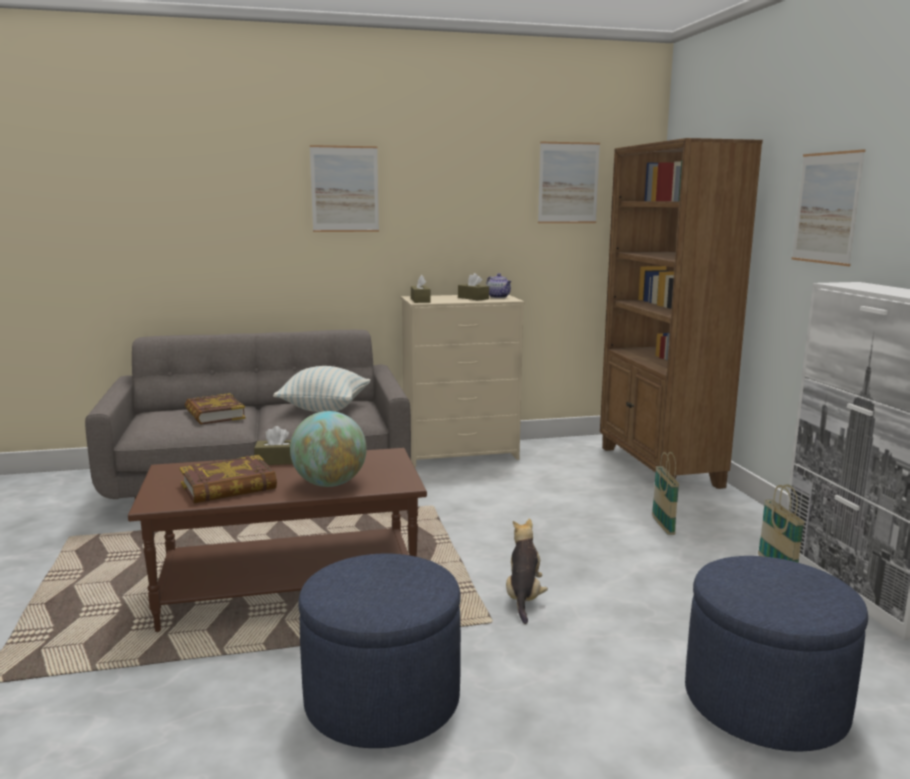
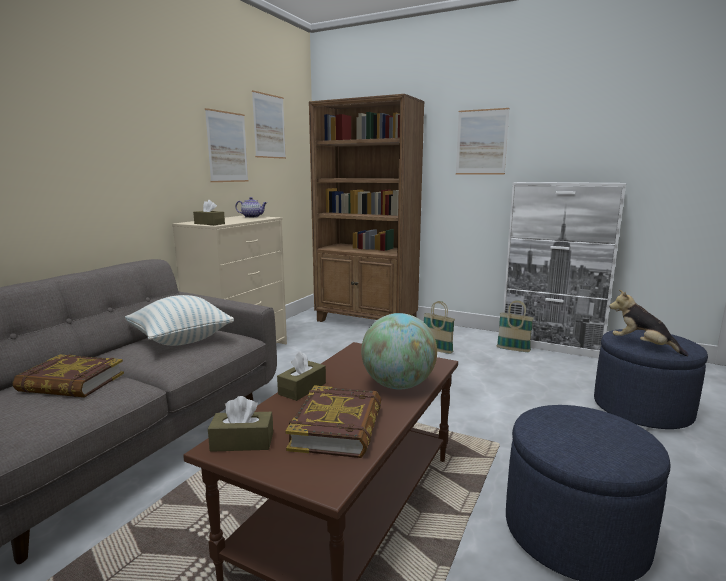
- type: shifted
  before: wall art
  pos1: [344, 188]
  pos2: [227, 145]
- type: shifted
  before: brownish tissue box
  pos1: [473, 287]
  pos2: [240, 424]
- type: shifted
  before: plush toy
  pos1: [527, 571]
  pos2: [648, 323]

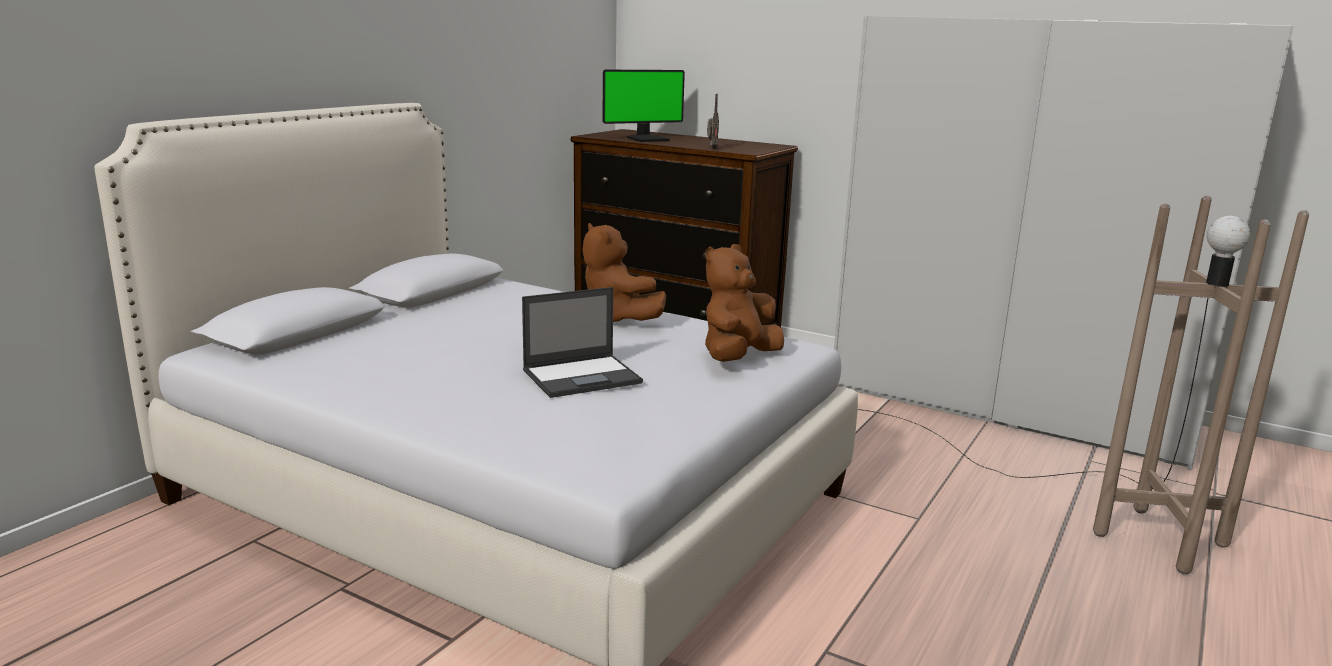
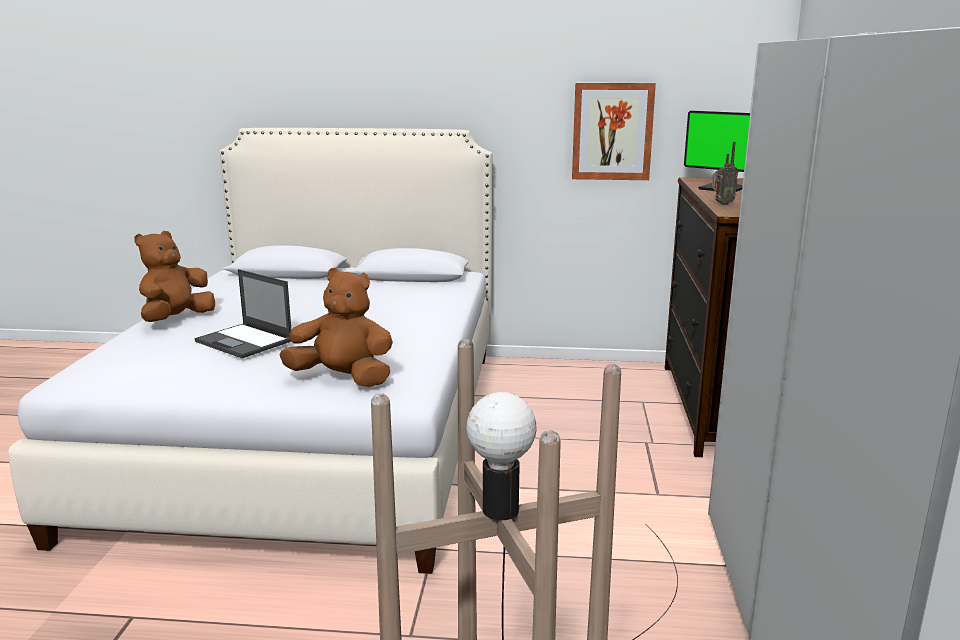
- type: shifted
  before: brownish plush toy
  pos1: [624, 272]
  pos2: [174, 276]
- type: new
  after: wall art
  pos2: [614, 131]

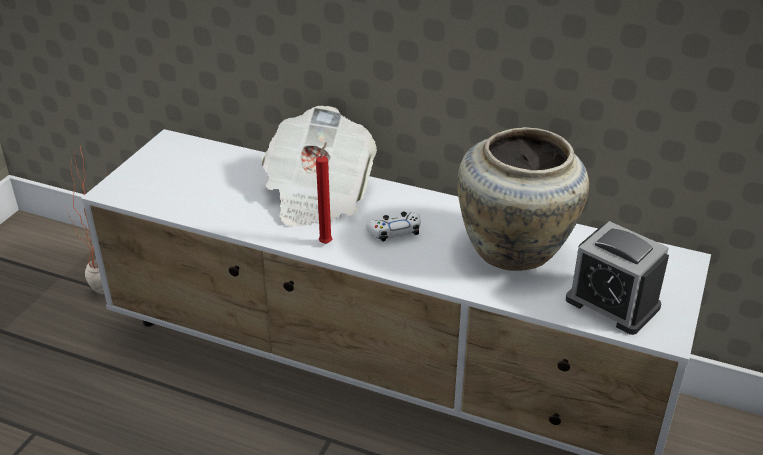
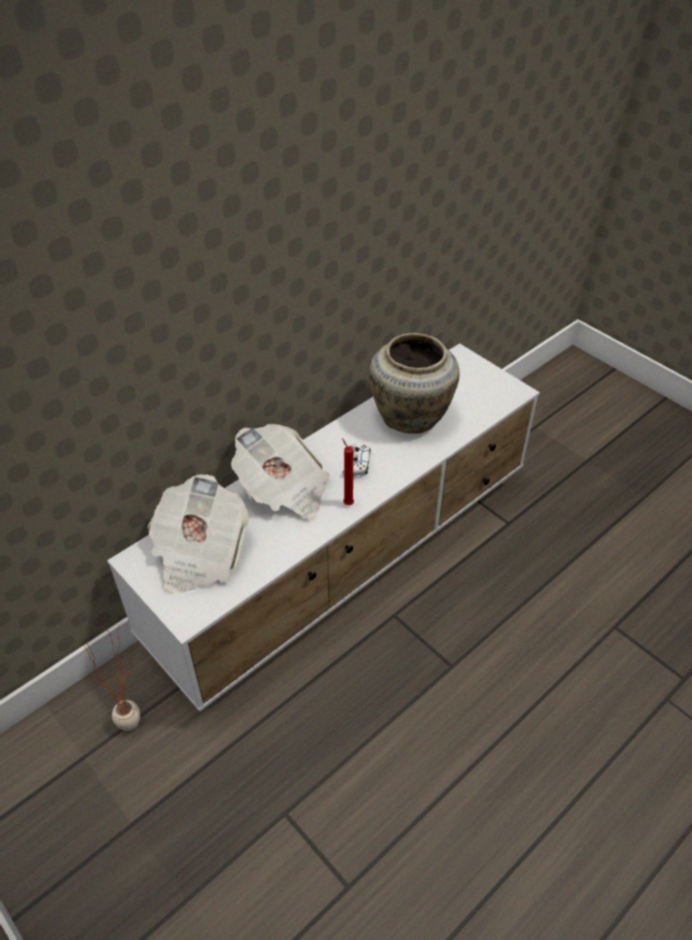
- type: new
  after: newspaper
  pos2: [198, 534]
- type: gone
  before: bedside clock
  pos1: [617, 278]

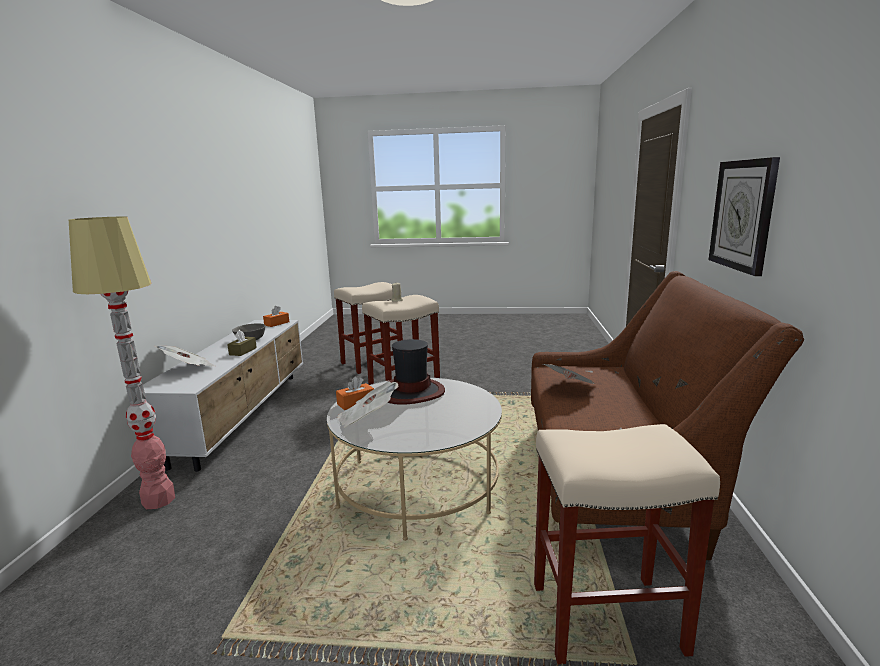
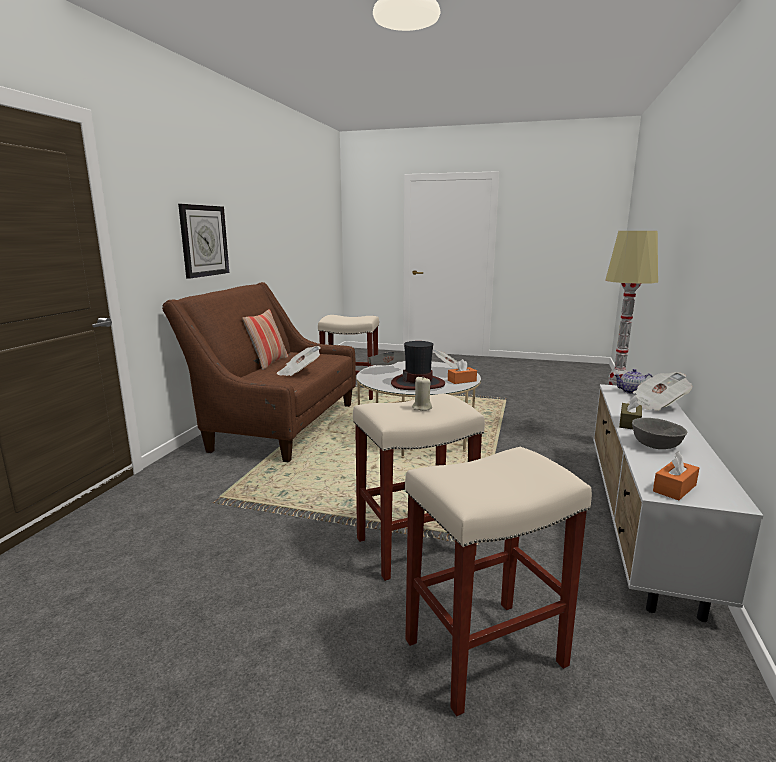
- type: new
  after: throw pillow
  pos2: [265, 339]
- type: new
  after: newspaper
  pos2: [386, 358]
- type: new
  after: pot for tea
  pos2: [633, 381]

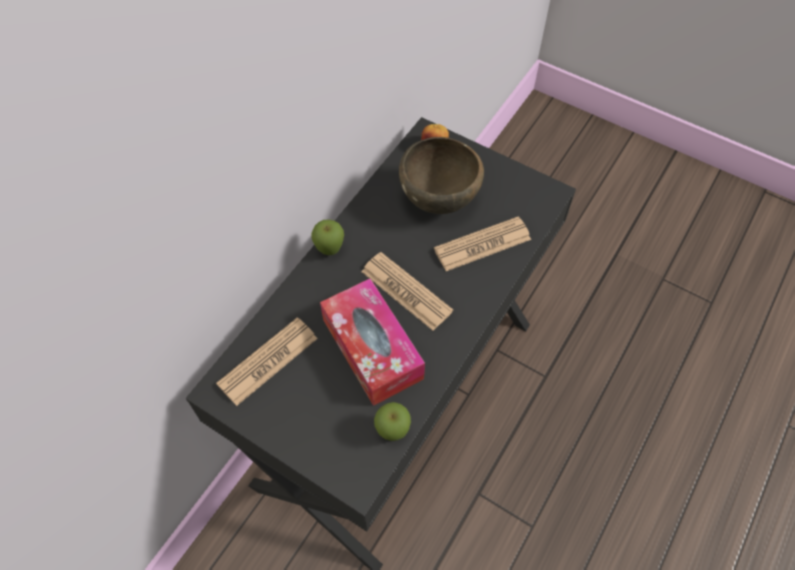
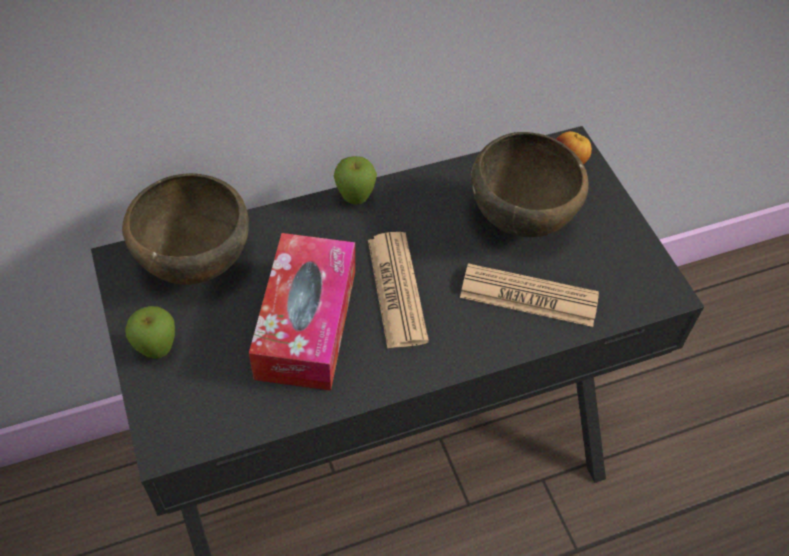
- type: swapped
  before: newspaper
  after: brownish bowl
  pos1: [267, 361]
  pos2: [185, 229]
- type: shifted
  before: whole apple
  pos1: [392, 421]
  pos2: [150, 332]

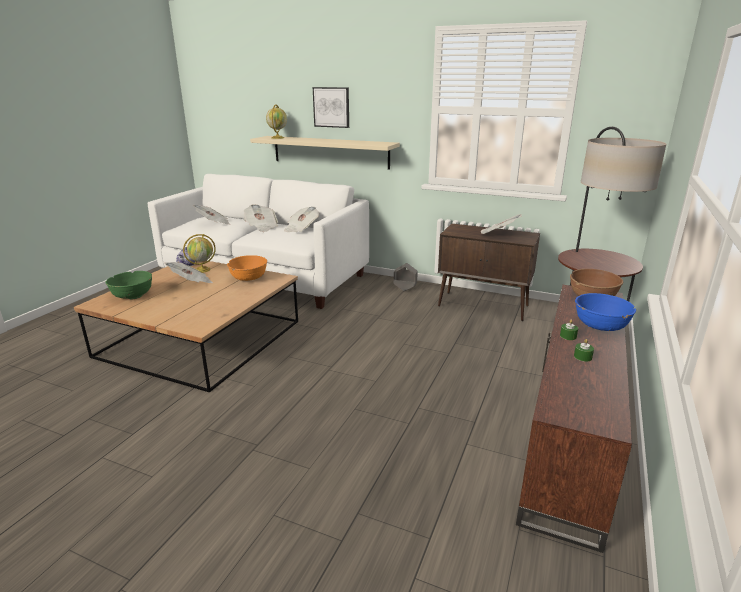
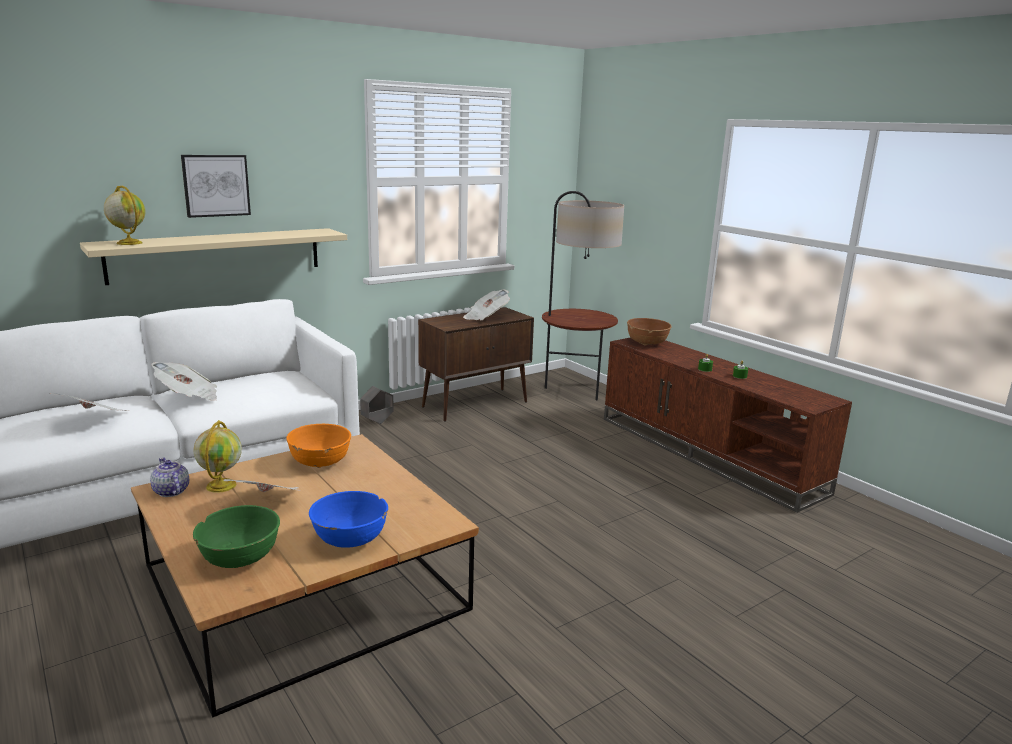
- type: shifted
  before: blue-coloured bowl
  pos1: [605, 312]
  pos2: [348, 519]
- type: gone
  before: newspaper
  pos1: [301, 219]

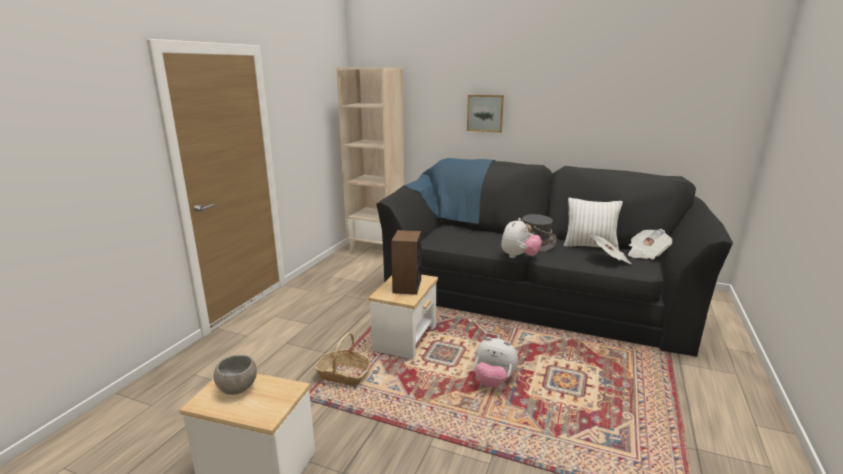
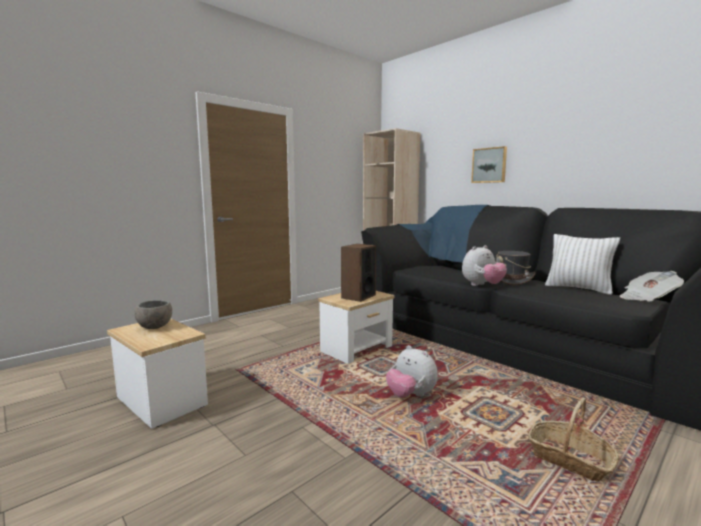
- type: shifted
  before: household basket
  pos1: [343, 359]
  pos2: [573, 439]
- type: gone
  before: newspaper
  pos1: [611, 249]

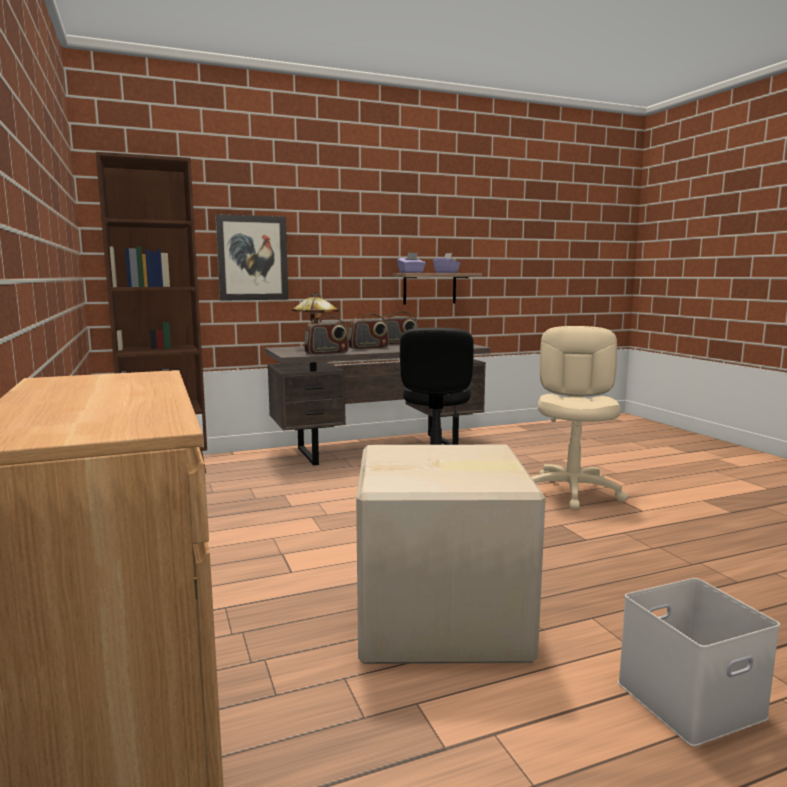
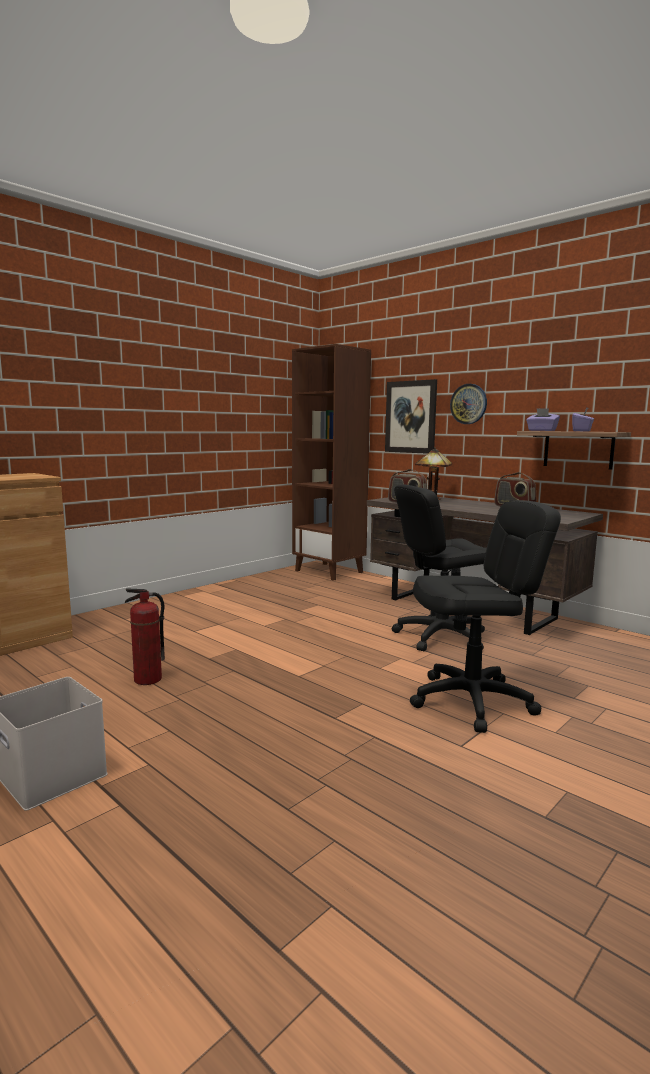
- type: swapped
  before: carton
  after: extinguisher
  pos1: [451, 554]
  pos2: [145, 636]
- type: repainted
  before: beige office chair
  after: black-coloured office chair
  pos1: [579, 418]
  pos2: [485, 616]
- type: new
  after: hanging clock
  pos2: [468, 404]
- type: gone
  before: radio set
  pos1: [368, 331]

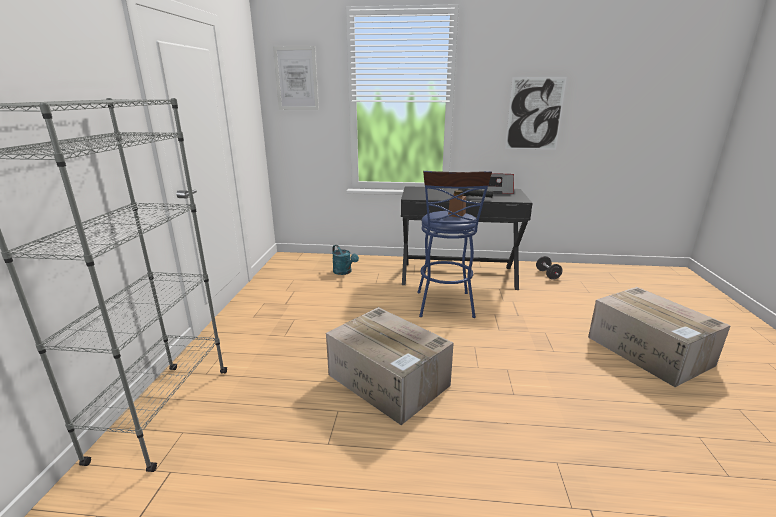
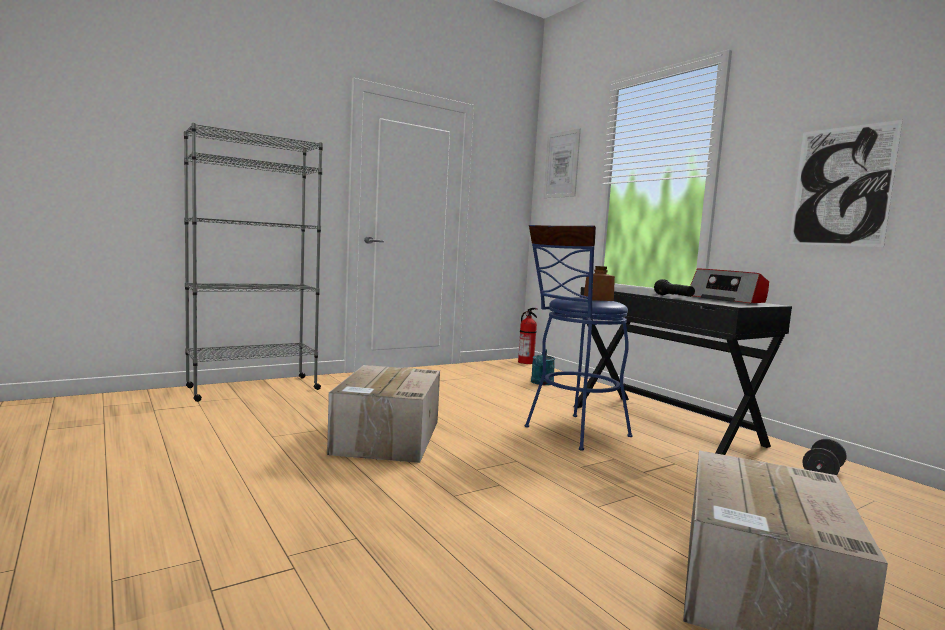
- type: new
  after: extinguisher
  pos2: [528, 336]

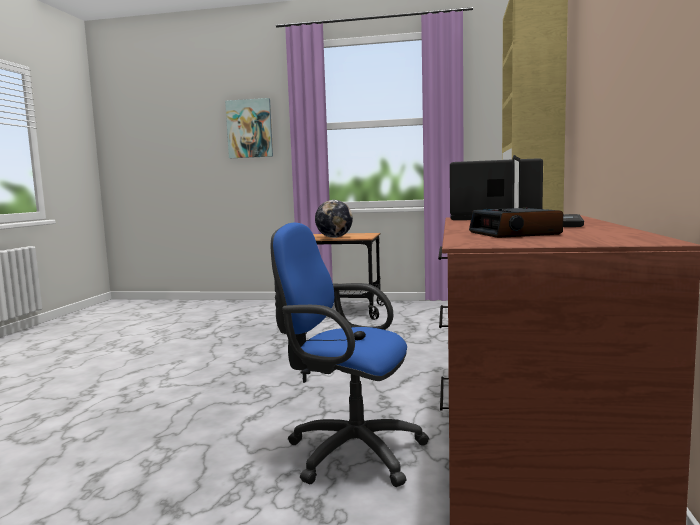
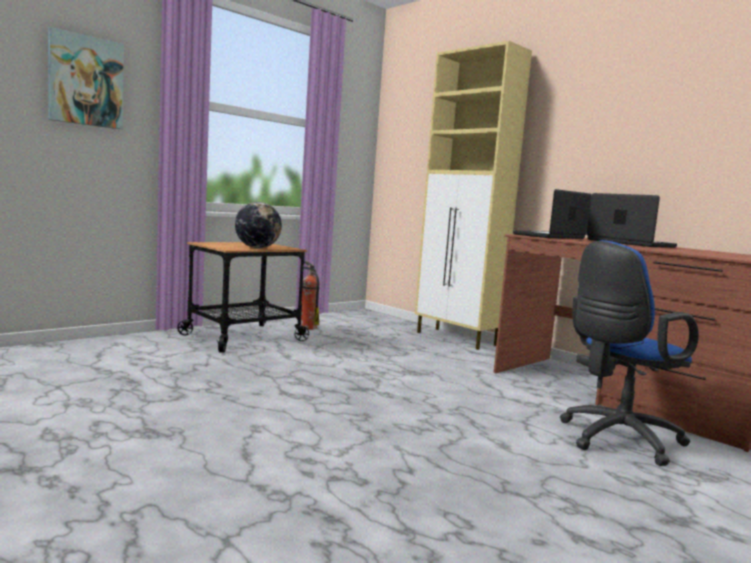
- type: new
  after: extinguisher
  pos2: [310, 295]
- type: gone
  before: bedside clock
  pos1: [516, 222]

